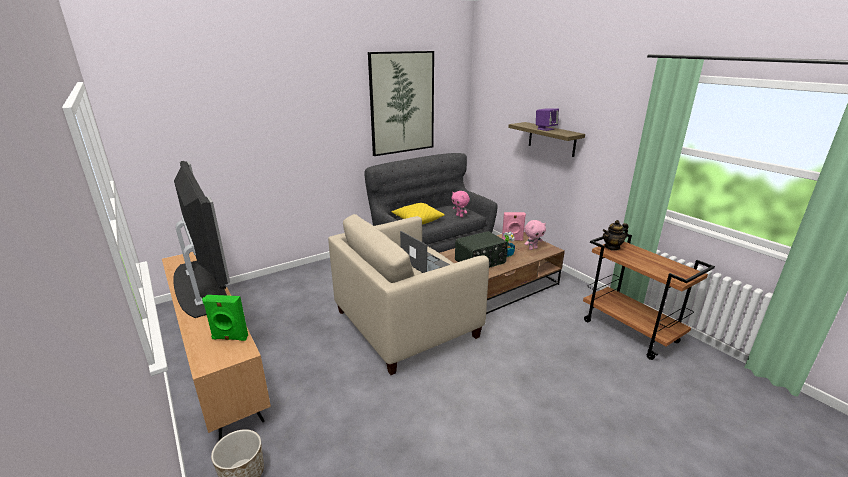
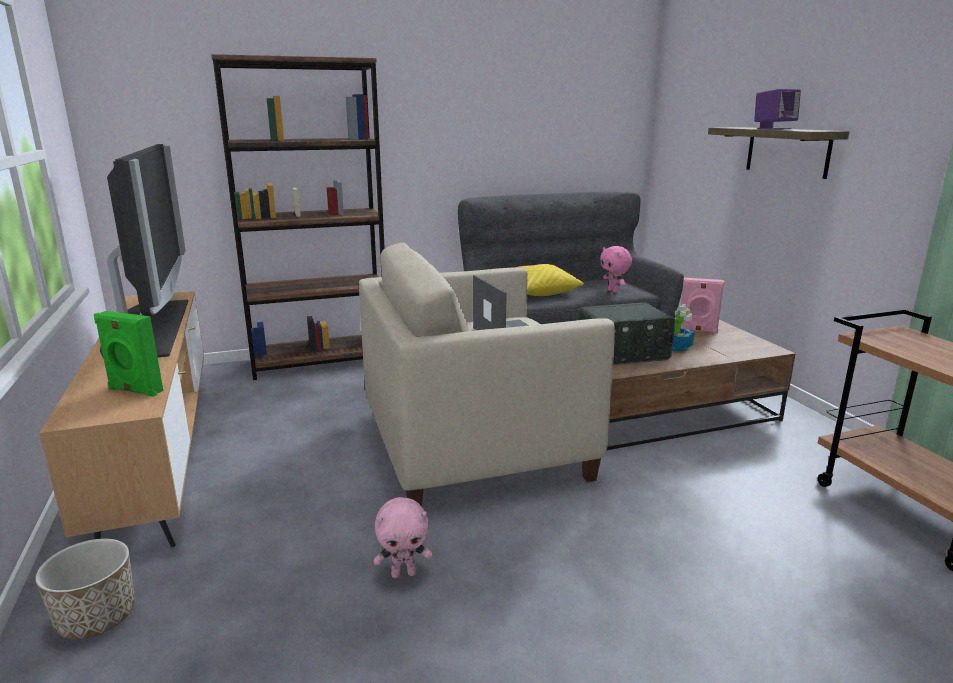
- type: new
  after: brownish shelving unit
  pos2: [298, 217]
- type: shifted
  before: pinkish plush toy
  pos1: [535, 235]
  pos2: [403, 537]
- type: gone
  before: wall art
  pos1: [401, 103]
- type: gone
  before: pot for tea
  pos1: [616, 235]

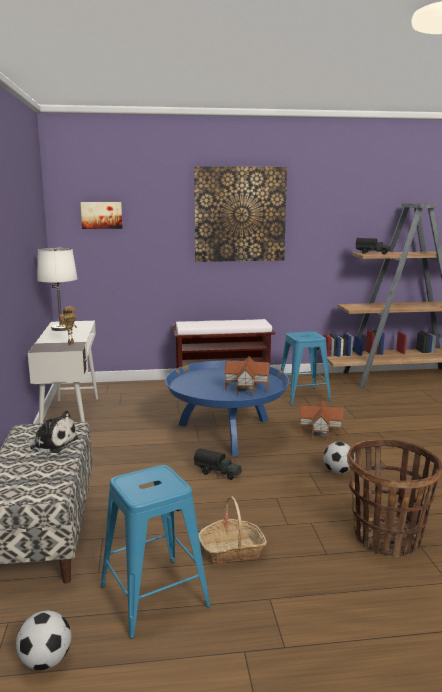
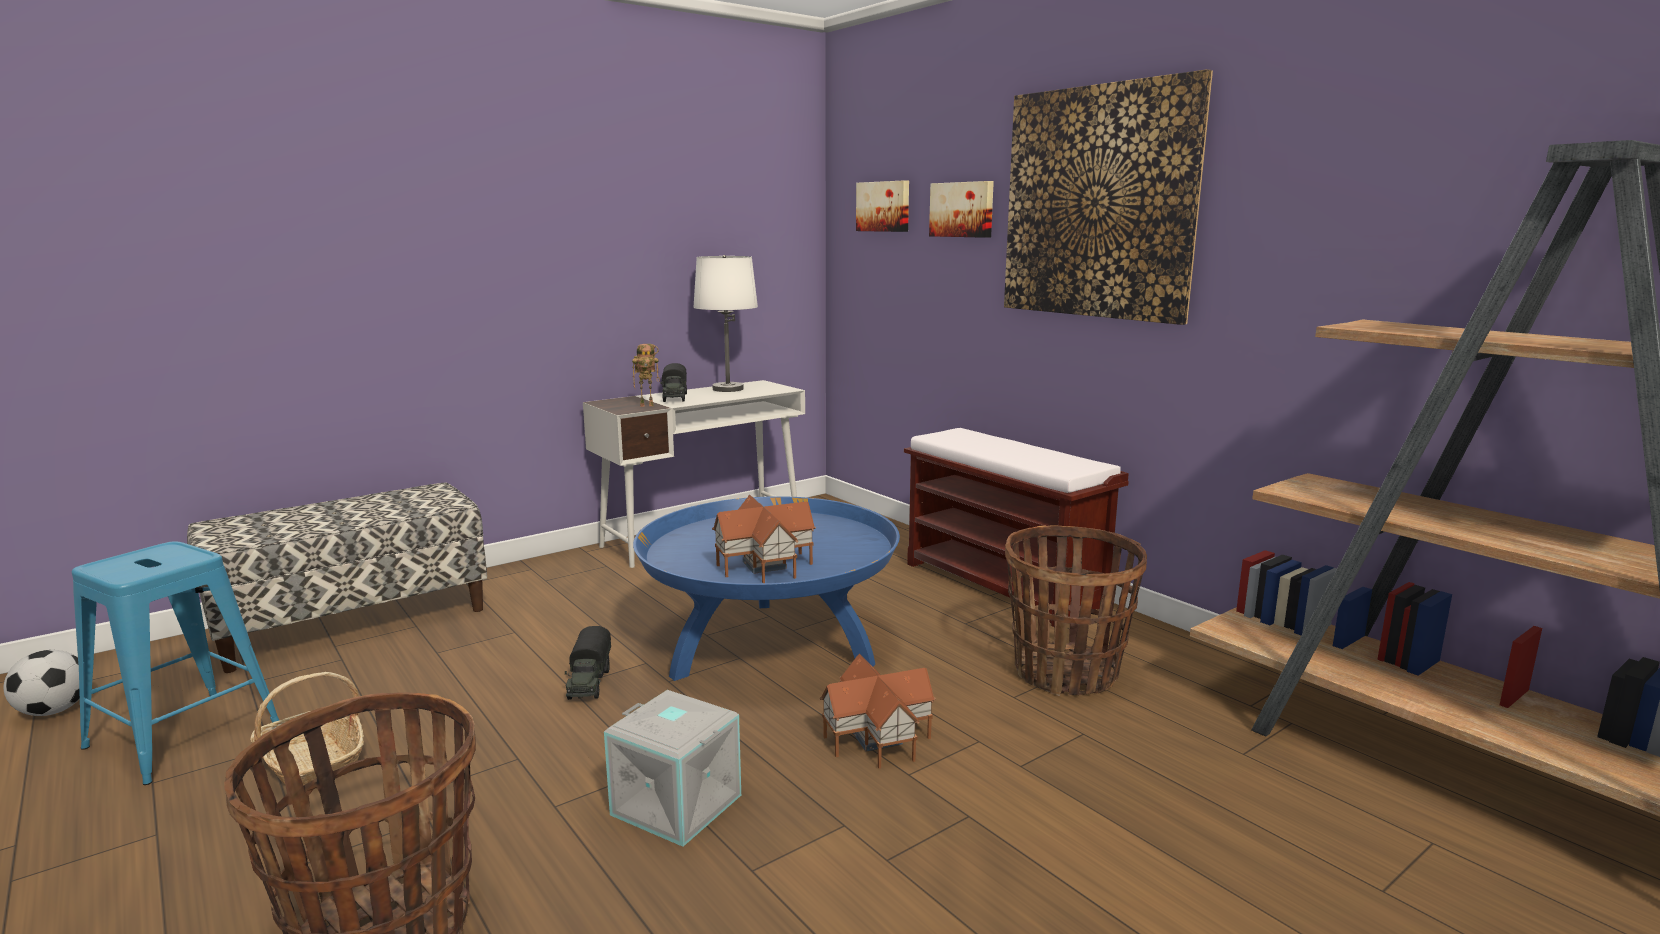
- type: swapped
  before: football
  after: greyish storage box
  pos1: [339, 458]
  pos2: [672, 768]
- type: shifted
  before: model truck
  pos1: [373, 246]
  pos2: [673, 382]
- type: new
  after: wall art
  pos2: [961, 209]
- type: swapped
  before: blue-coloured stool
  after: household basket
  pos1: [306, 368]
  pos2: [1076, 610]
- type: gone
  before: plush toy
  pos1: [50, 431]

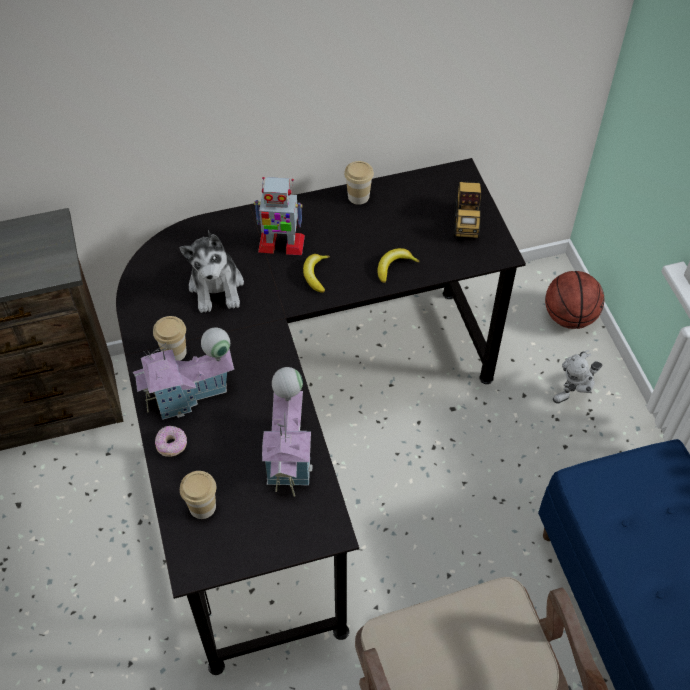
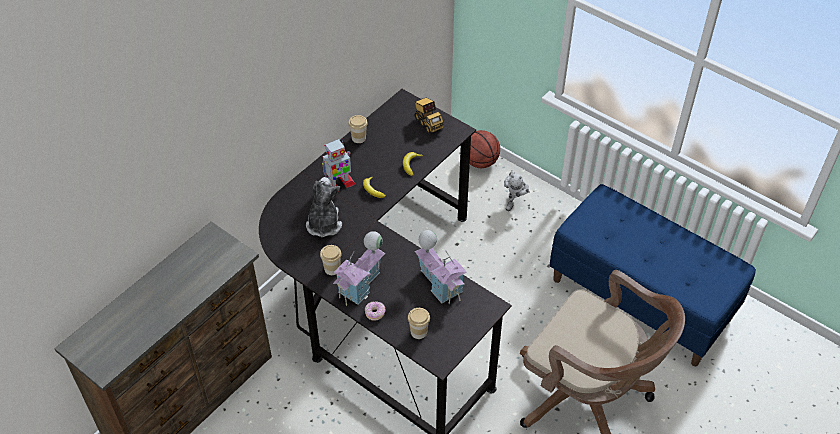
- type: rotated
  before: plush toy
  pos1: [211, 271]
  pos2: [324, 207]
  turn: -135

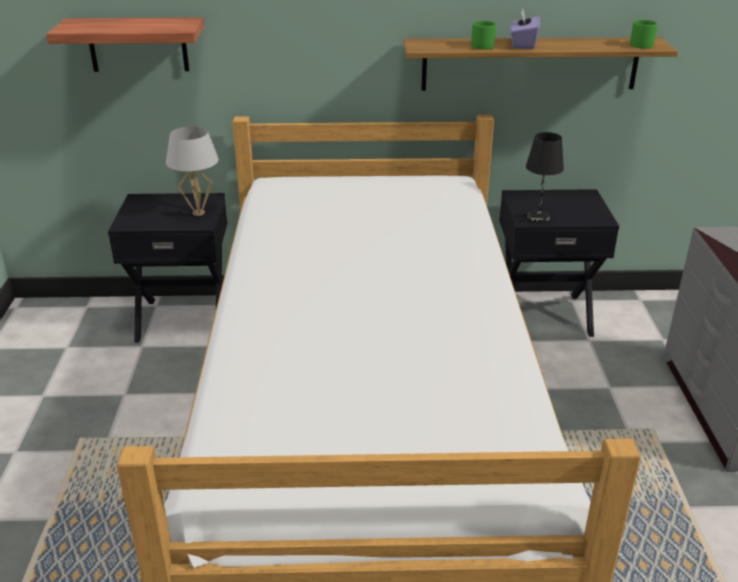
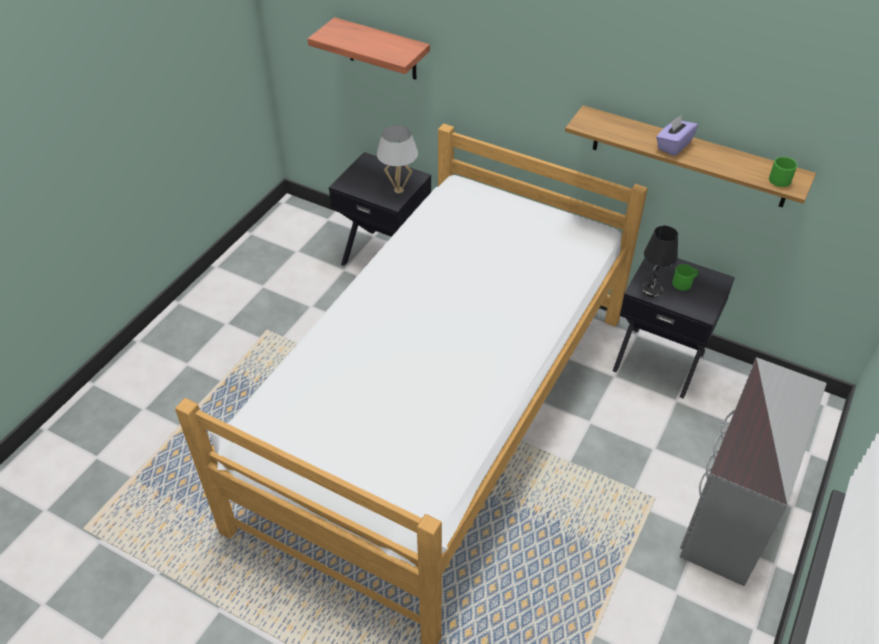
- type: shifted
  before: green-coloured mug
  pos1: [483, 35]
  pos2: [685, 277]

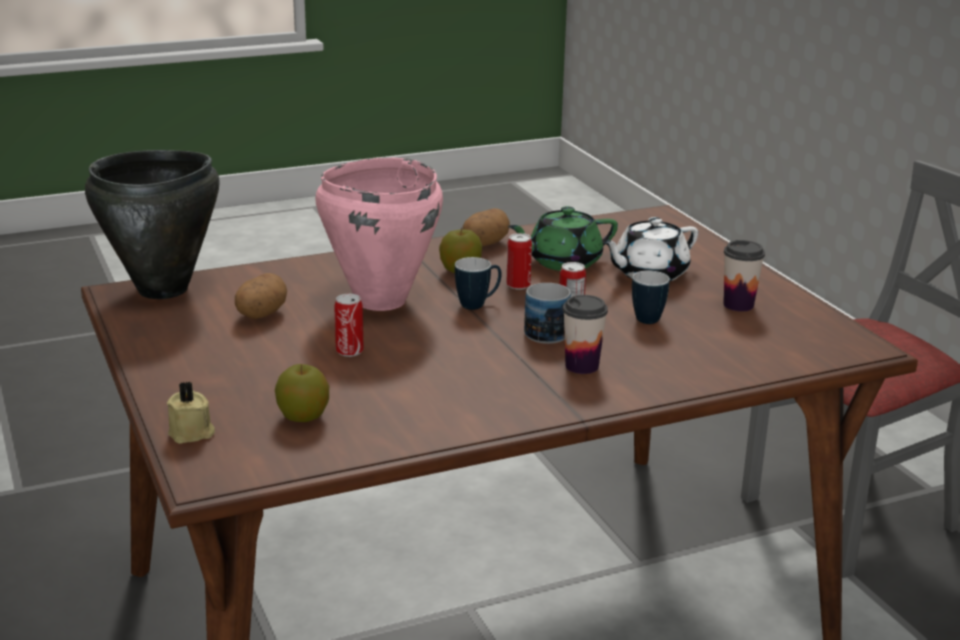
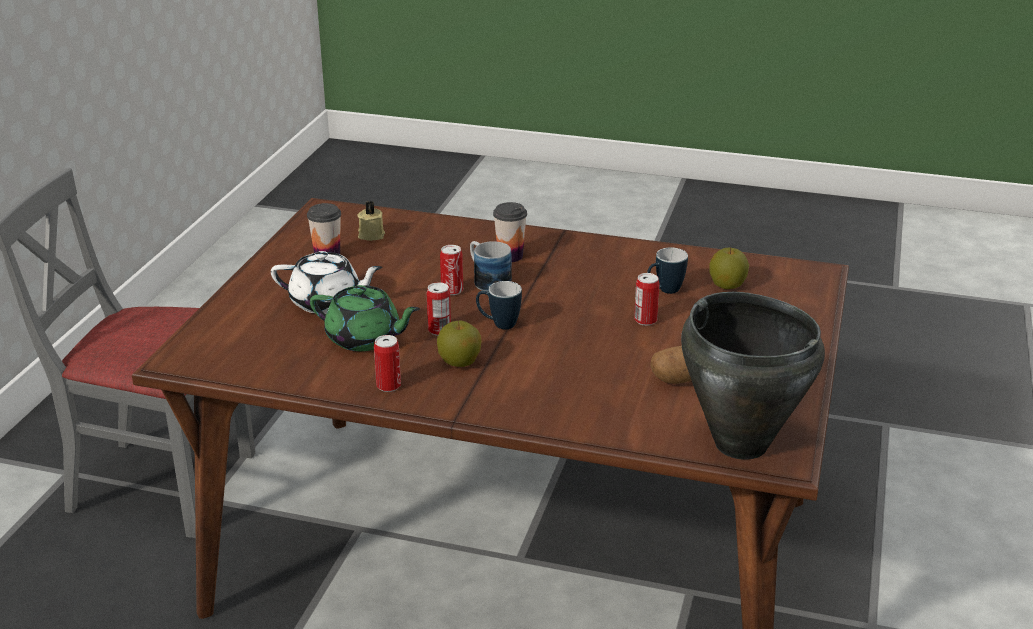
- type: shifted
  before: beige wax candle
  pos1: [191, 412]
  pos2: [371, 221]
- type: swapped
  before: whole potato
  after: can
  pos1: [486, 227]
  pos2: [387, 363]
- type: shifted
  before: mug
  pos1: [651, 297]
  pos2: [667, 270]
- type: gone
  before: pinkish stockpot
  pos1: [379, 234]

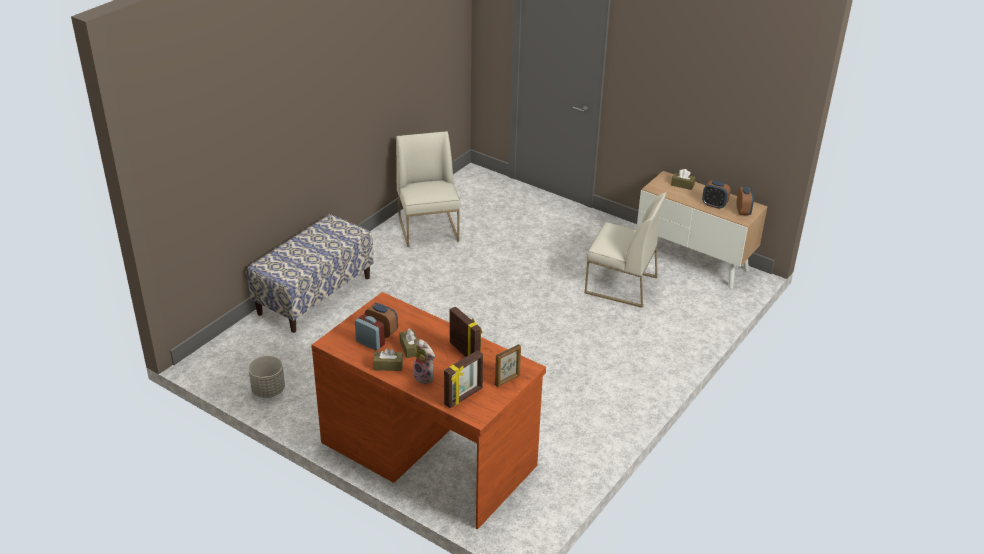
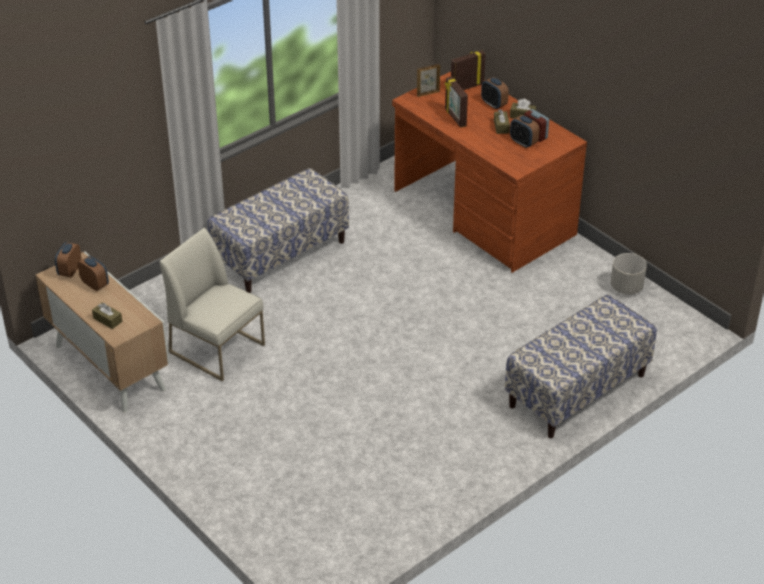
- type: new
  after: bench
  pos2: [278, 230]
- type: swapped
  before: plush toy
  after: bedside clock
  pos1: [424, 361]
  pos2: [495, 93]
- type: gone
  before: whitish chair
  pos1: [428, 189]

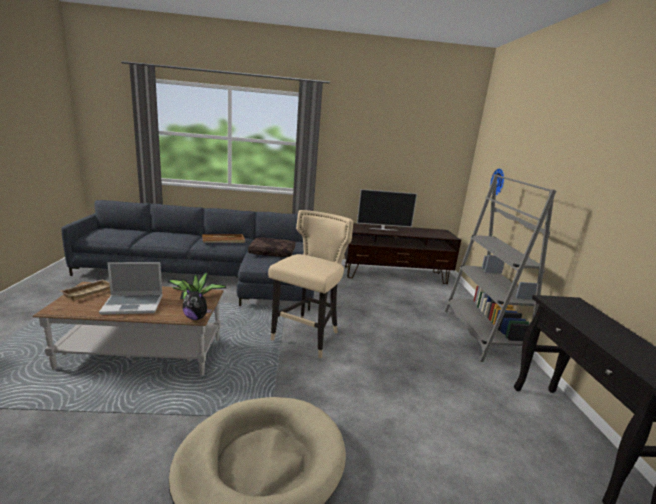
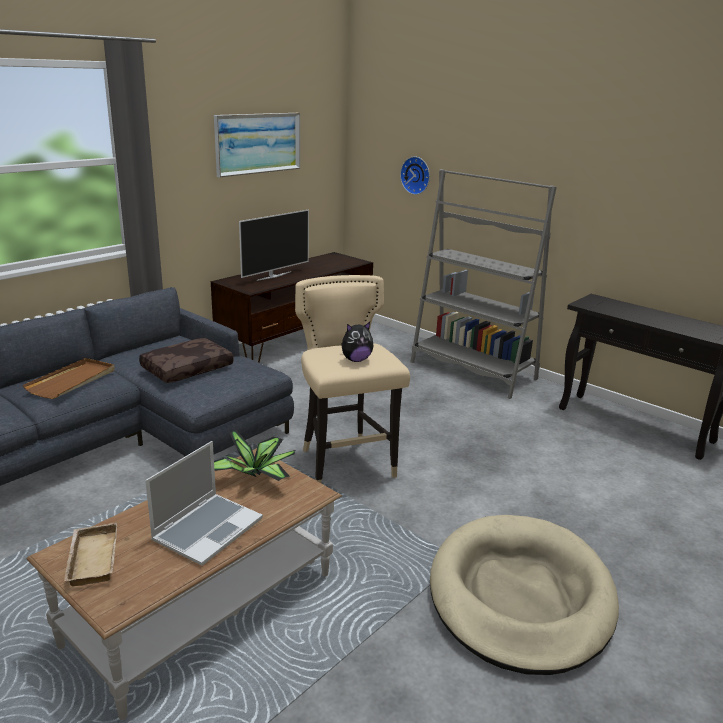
- type: new
  after: wall art
  pos2: [257, 145]
- type: shifted
  before: plush toy
  pos1: [197, 304]
  pos2: [357, 342]

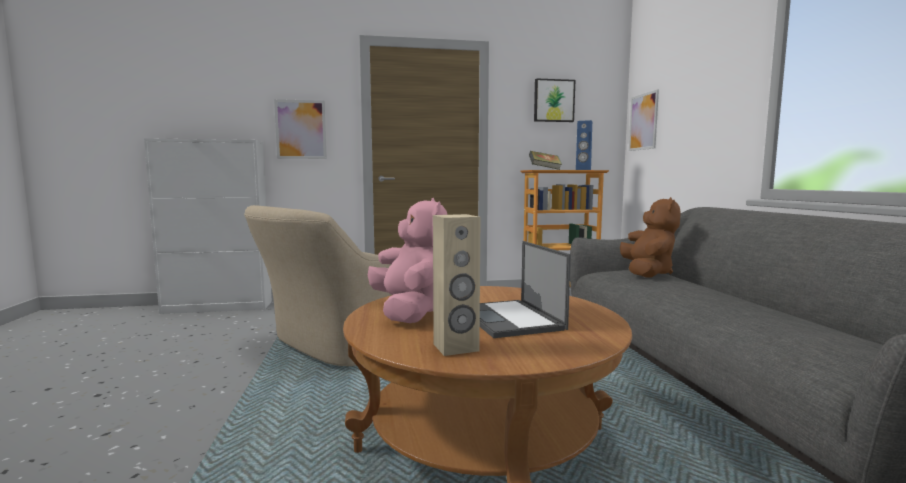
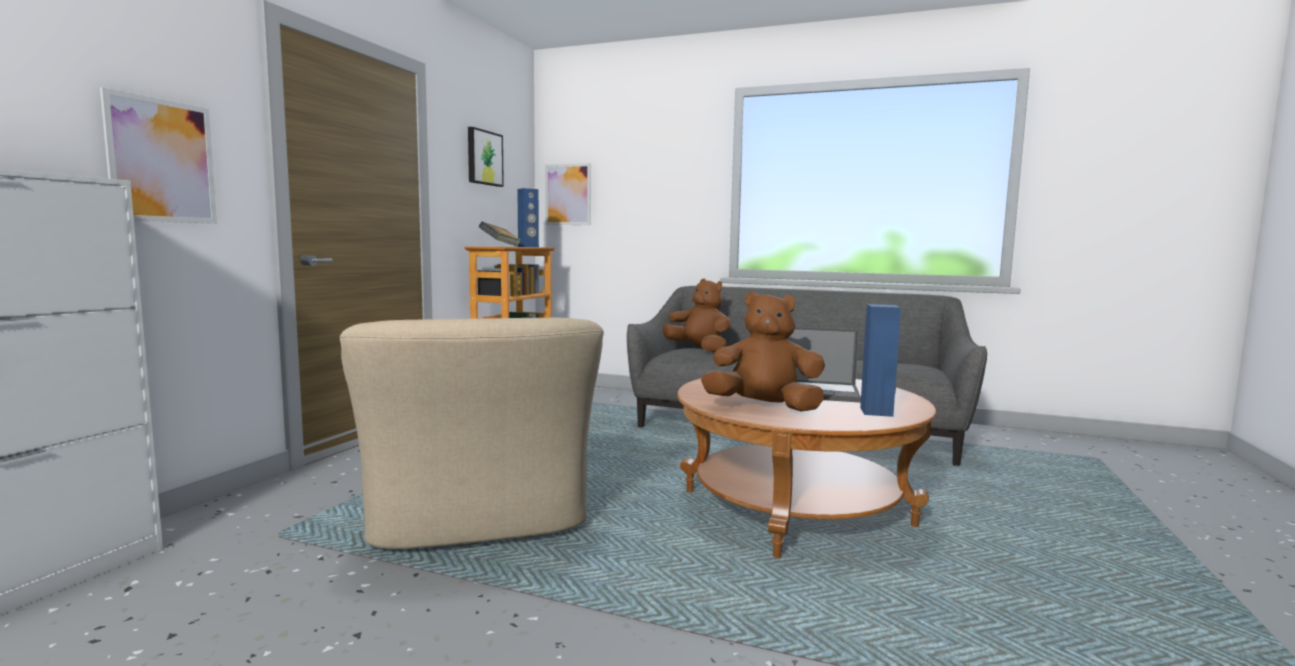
- type: repainted
  before: pinkish plush toy
  after: brownish plush toy
  pos1: [407, 260]
  pos2: [763, 351]
- type: repainted
  before: beige loudspeaker
  after: blue-coloured loudspeaker
  pos1: [456, 285]
  pos2: [880, 360]

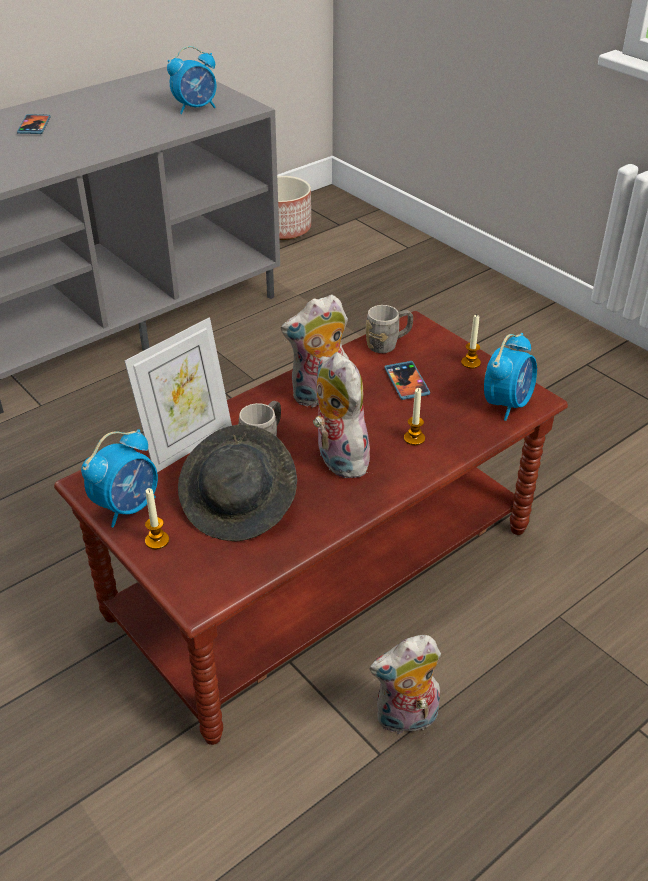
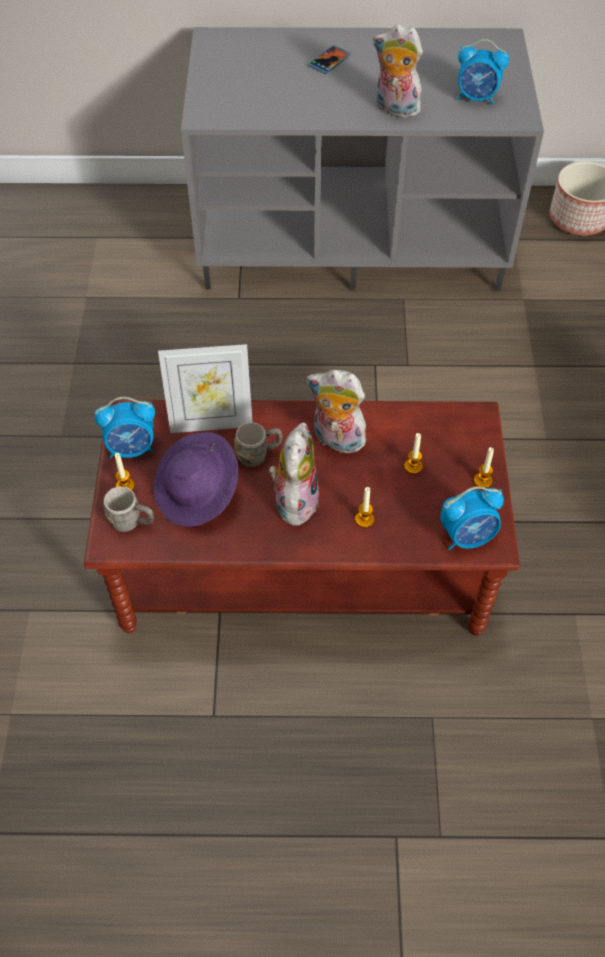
- type: shifted
  before: greyish mug
  pos1: [389, 329]
  pos2: [128, 509]
- type: repainted
  before: greyish clothing hat
  after: purplish clothing hat
  pos1: [237, 483]
  pos2: [196, 479]
- type: shifted
  before: plush toy
  pos1: [405, 684]
  pos2: [398, 71]
- type: swapped
  before: handset
  after: wax candle
  pos1: [407, 380]
  pos2: [413, 453]

